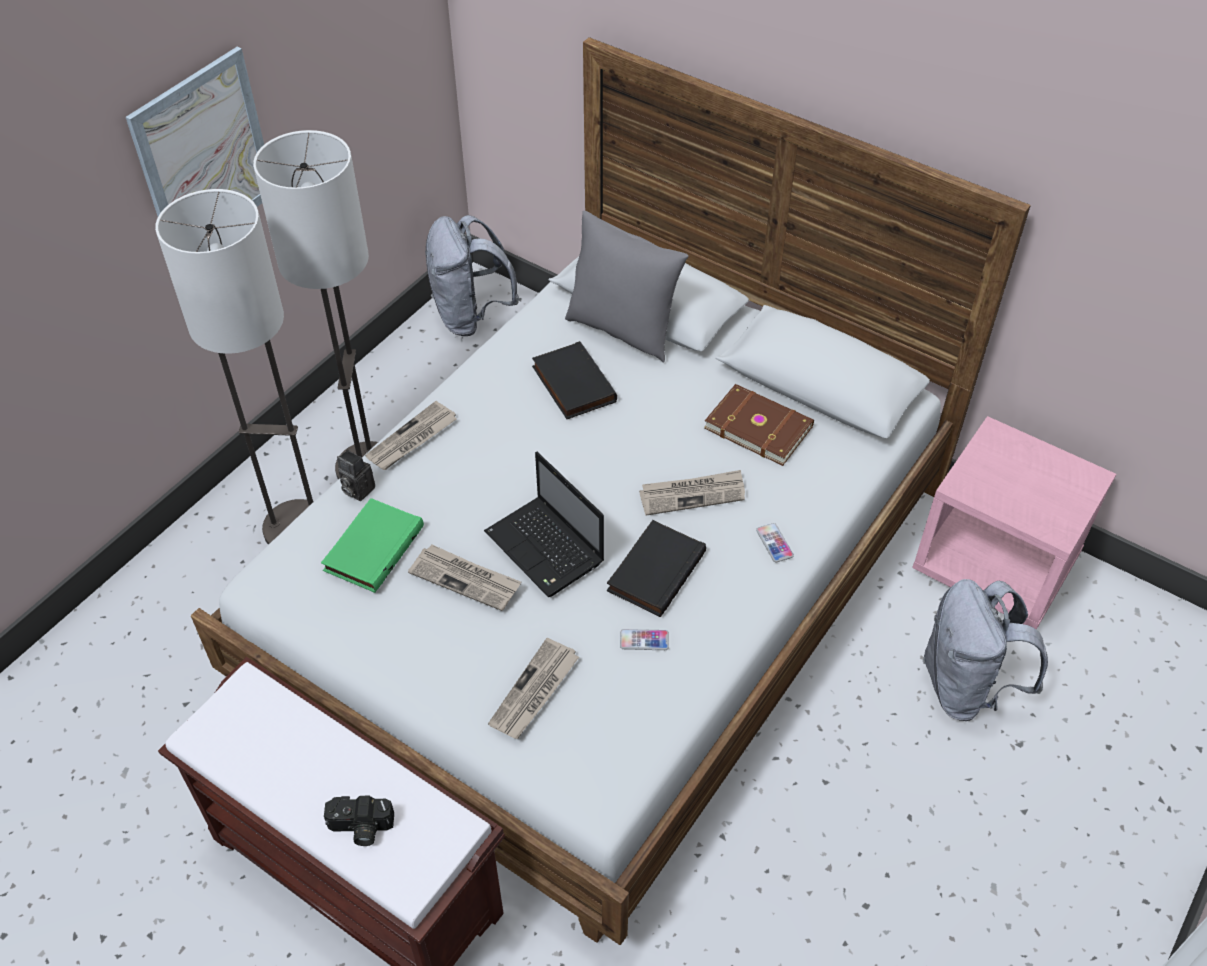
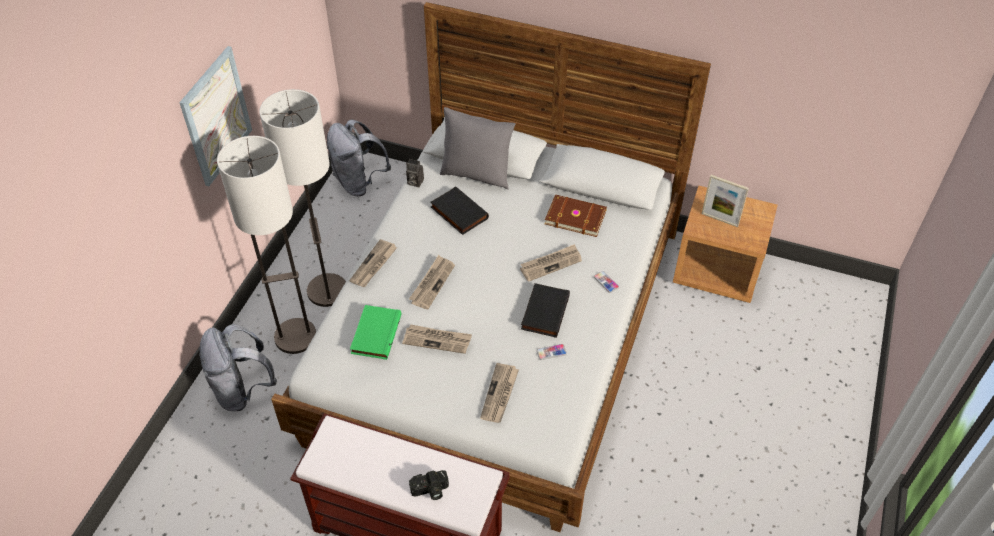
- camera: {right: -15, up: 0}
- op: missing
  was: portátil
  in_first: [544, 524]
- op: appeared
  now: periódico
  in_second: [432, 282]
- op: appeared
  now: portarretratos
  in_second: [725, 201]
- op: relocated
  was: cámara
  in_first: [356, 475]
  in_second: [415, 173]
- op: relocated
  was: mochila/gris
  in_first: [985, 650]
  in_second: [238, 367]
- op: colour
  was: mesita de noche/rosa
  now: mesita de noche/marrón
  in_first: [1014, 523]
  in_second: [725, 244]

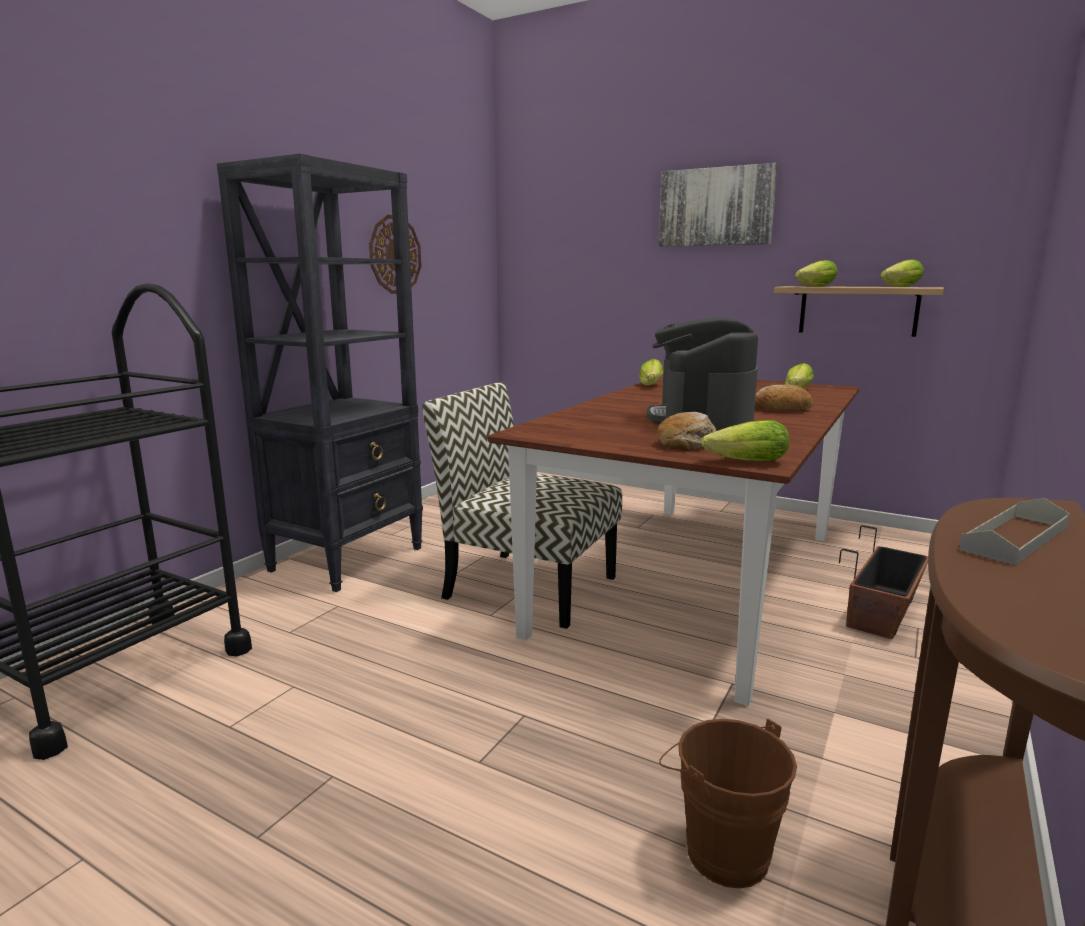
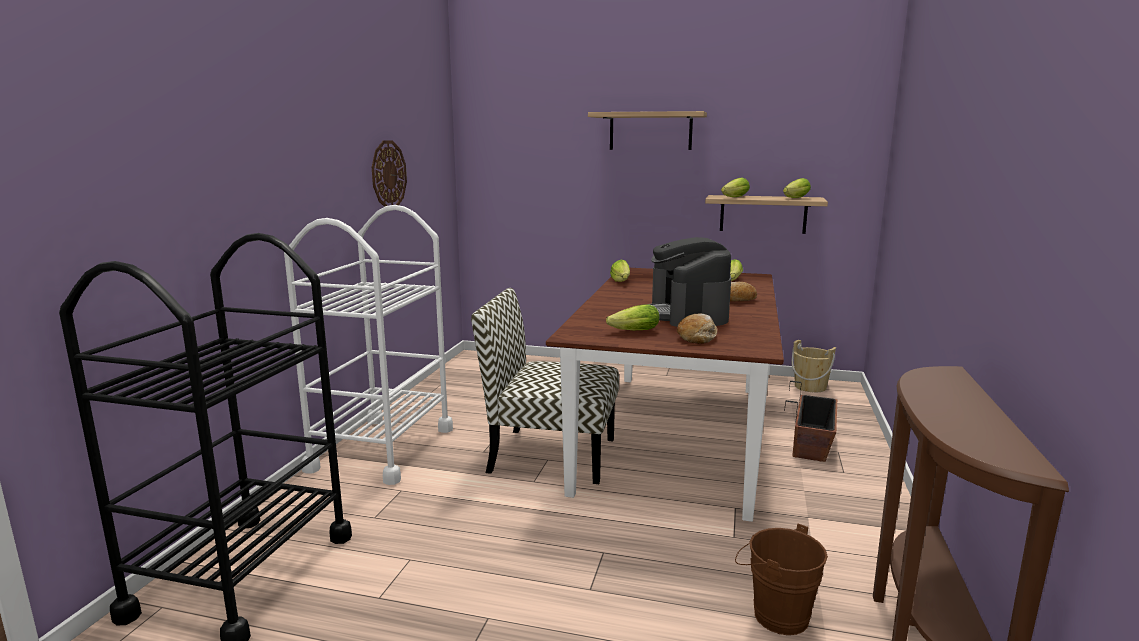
- camera: {right: -15, up: 0}
- op: missing
  was: bandeja/gris
  in_first: [1014, 531]
- op: appeared
  now: cubo/beis
  in_second: [813, 366]
- op: relocated
  was: lechuga
  in_first: [745, 440]
  in_second: [632, 317]
- op: exchanged
  was: estantería/negro
  now: carrito/blanco
  in_first: [320, 372]
  in_second: [368, 345]
- op: exchanged
  was: cuadro
  now: estante
  in_first: [718, 205]
  in_second: [647, 130]

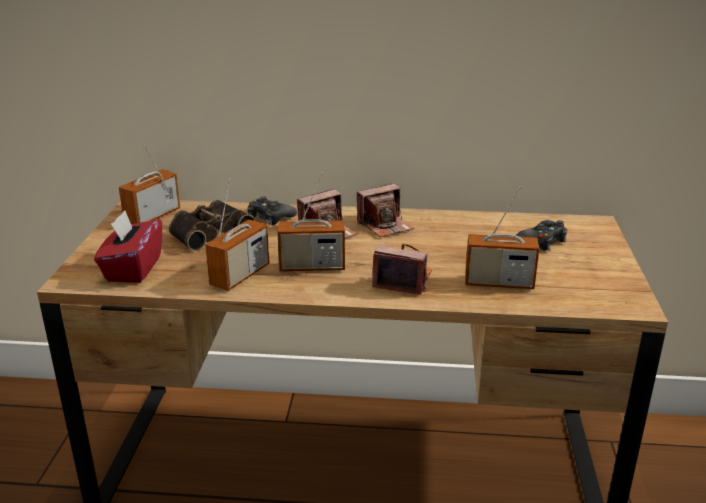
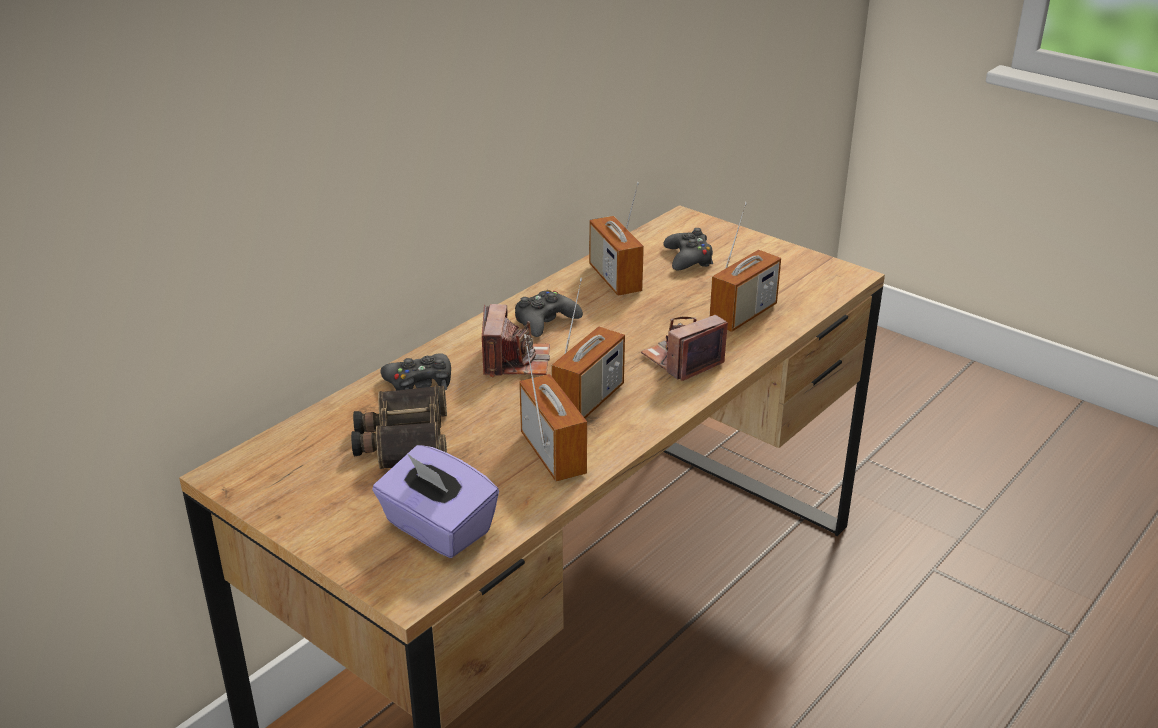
- camera: {right: -55, up: 5}
- op: relocated
  was: radio
  in_first: [149, 183]
  in_second: [616, 239]
- op: exchanged
  was: cámara
  now: mando de consola/negro
  in_first: [385, 210]
  in_second: [549, 313]
- op: colour
  was: caja de pañuelos/rojo
  now: caja de pañuelos/morado
  in_first: [128, 246]
  in_second: [435, 501]

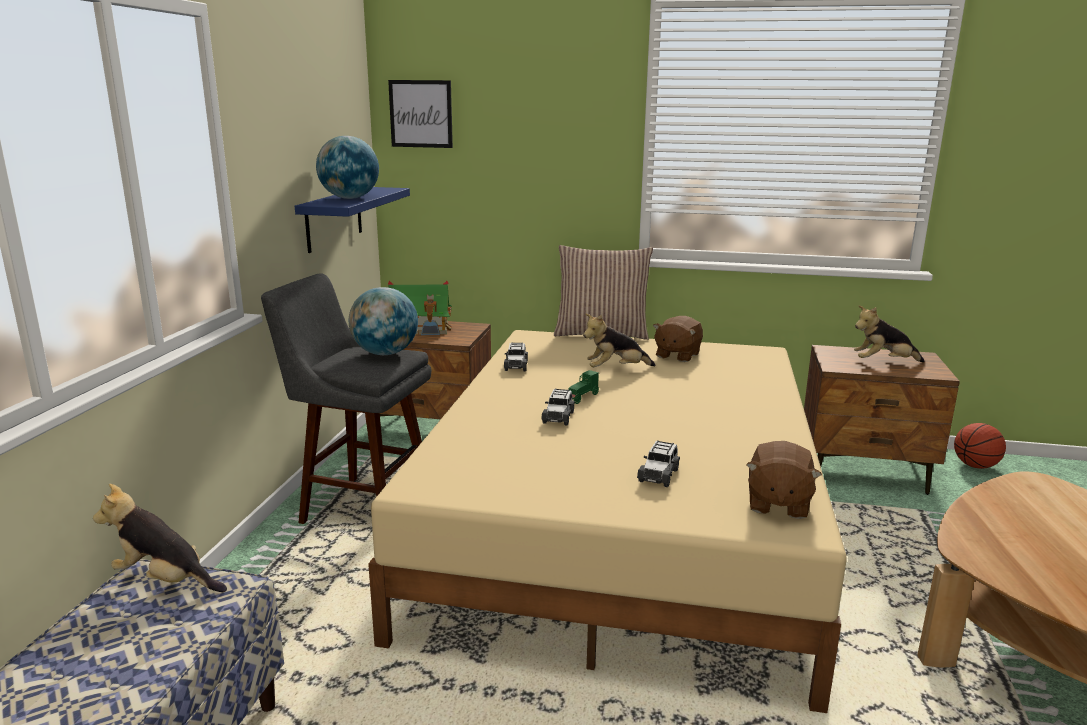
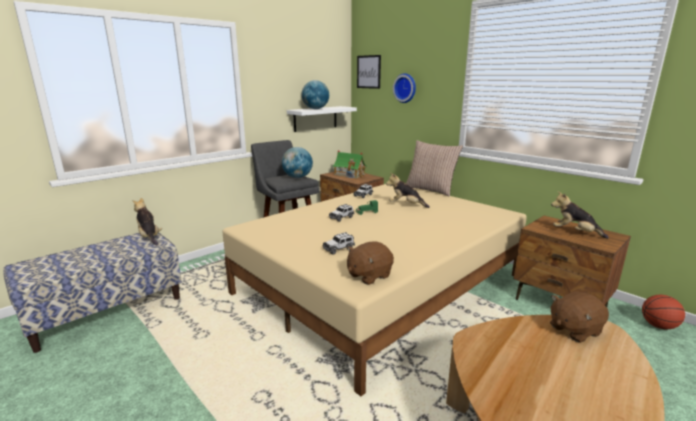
- camera: {right: 35, up: 0}
- op: appeared
  now: reloj de pared
  in_second: [404, 88]
- op: relocated
  was: peluche/marrón
  in_first: [678, 339]
  in_second: [579, 317]
- op: colour
  was: estante/azul
  now: estante/blanco
  in_first: [352, 220]
  in_second: [322, 119]

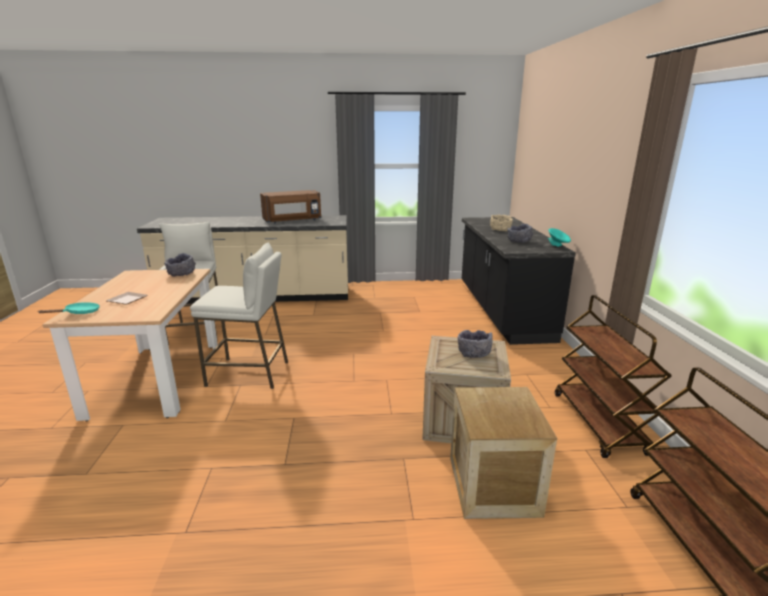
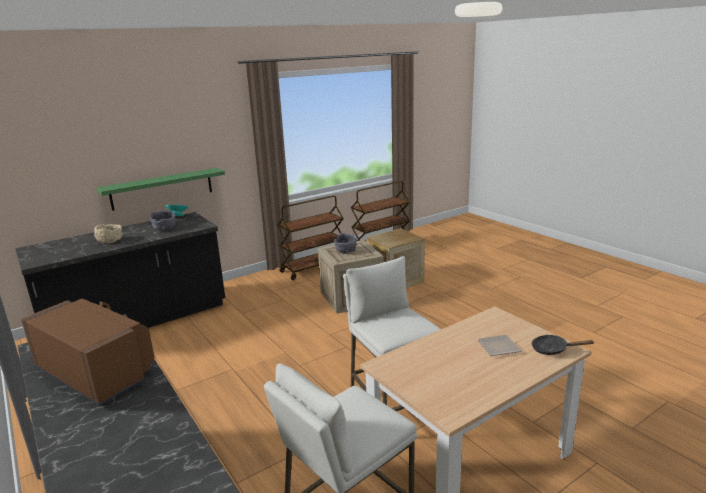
- camera: {right: -120, up: 0}
- op: missing
  was: cuenco/gris
  in_first: [180, 265]
- op: appeared
  now: estante/verde
  in_second: [161, 189]
- op: colour
  was: sartén/turquesa
  now: sartén/negro
  in_first: [69, 308]
  in_second: [563, 345]

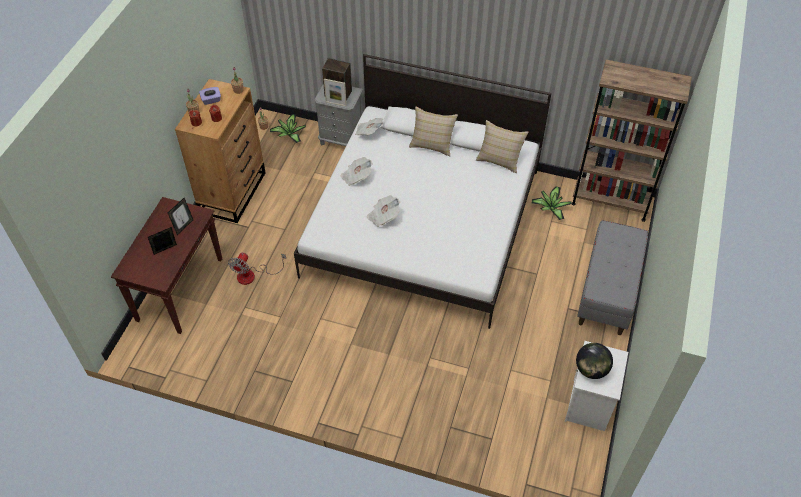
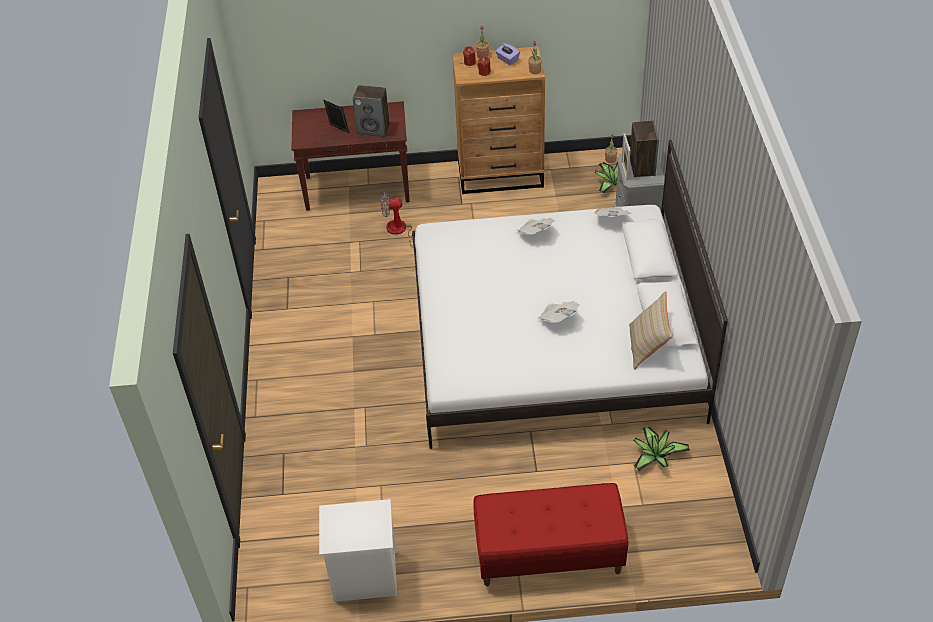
- camera: {right: 70, up: -5}
- op: missing
  was: cojín/beis
  in_first: [433, 131]
- op: missing
  was: estantería/marrón
  in_first: [631, 141]
- op: missing
  was: globo terráqueo
  in_first: [594, 361]
- op: relocated
  was: periódico
  in_first: [383, 211]
  in_second: [559, 312]
- op: exchanged
  was: portarretratos
  now: altavoz
  in_first: [180, 216]
  in_second: [371, 111]
- op: colour
  was: banco/gris
  now: banco/rojo
  in_first: [612, 277]
  in_second: [551, 534]

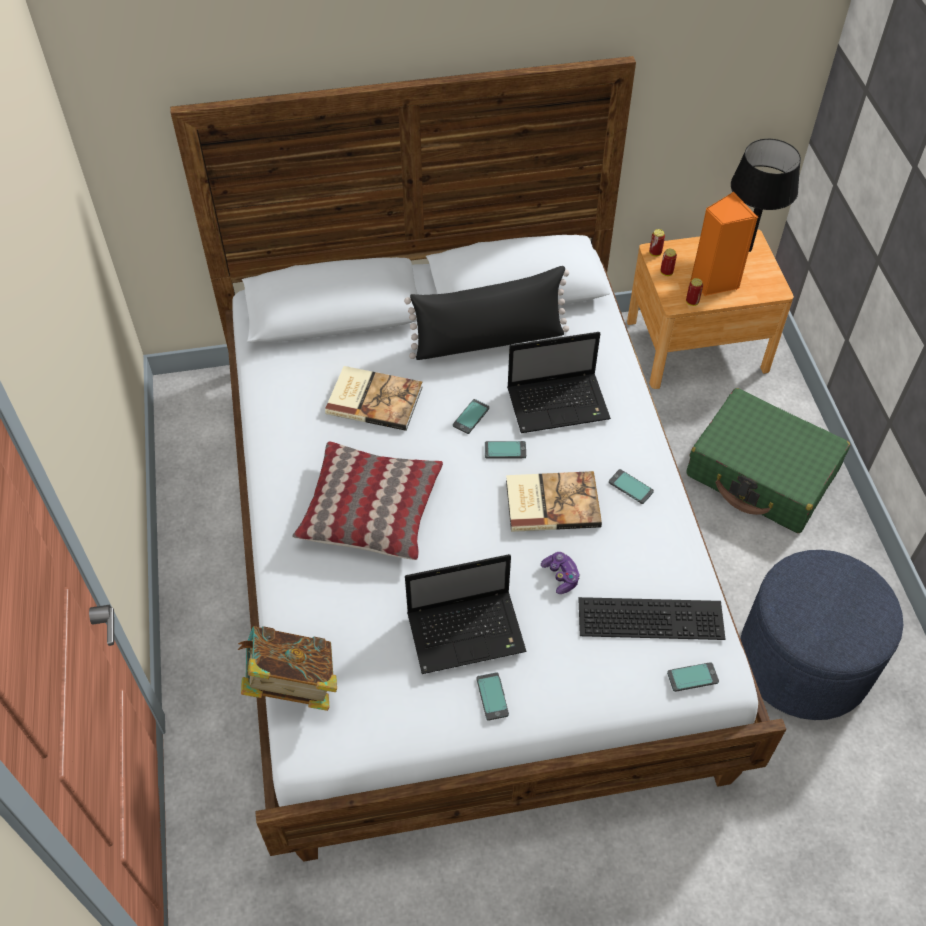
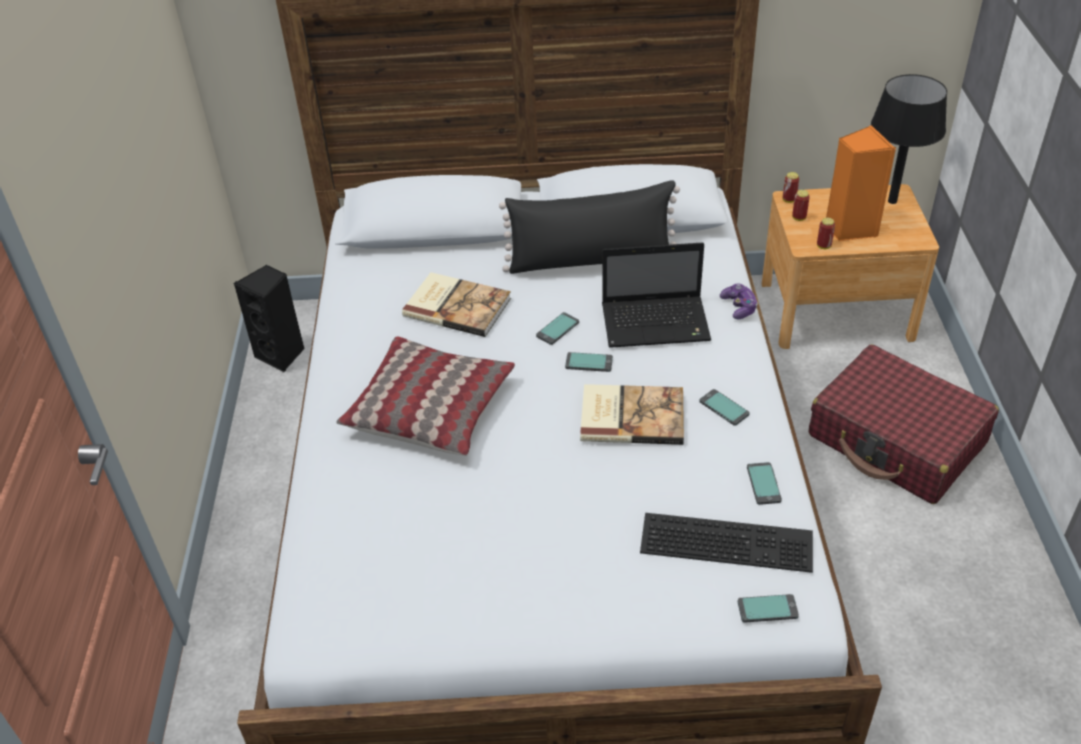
- camera: {right: 10, up: -10}
- op: missing
  was: libro
  in_first: [287, 668]
- op: missing
  was: portátil
  in_first: [466, 614]
- op: missing
  was: puf/azul
  in_first: [821, 635]
- op: appeared
  now: altavoz/negro
  in_second: [269, 318]
- op: relocated
  was: móvil
  in_first: [492, 696]
  in_second: [764, 483]
- op: relocated
  was: mando de consola
  in_first: [560, 573]
  in_second: [739, 301]
- op: colour
  was: maleta/verde
  now: maleta/rojo
  in_first: [768, 460]
  in_second: [904, 424]

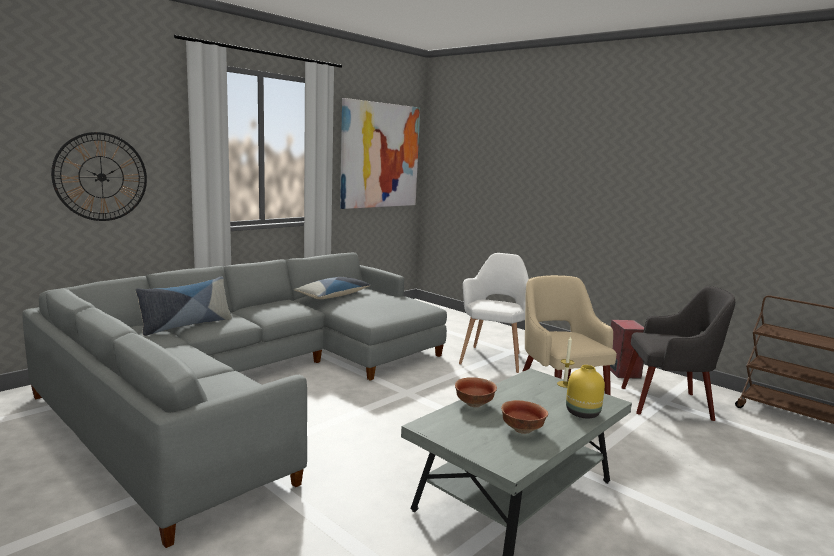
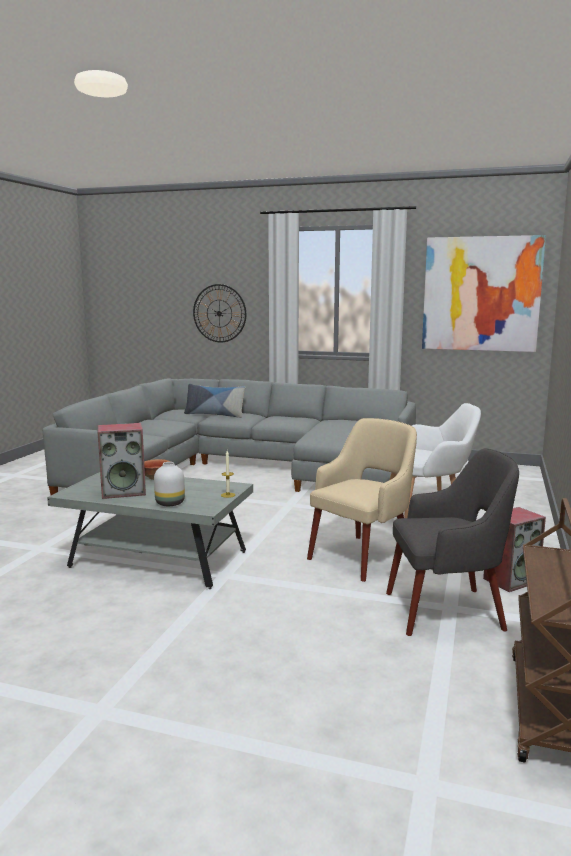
- camera: {right: 65, up: 0}
- op: missing
  was: cojín
  in_first: [332, 288]
- op: exchanged
  was: cuenco
  now: altavoz
  in_first: [524, 417]
  in_second: [122, 461]
- op: colour
  was: florero/amarillo
  now: florero/blanco
  in_first: [585, 391]
  in_second: [169, 484]
- op: spun
  was: sillón/gris
  in_first: [678, 353]
  in_second: [452, 542]
  clockwise: -75

